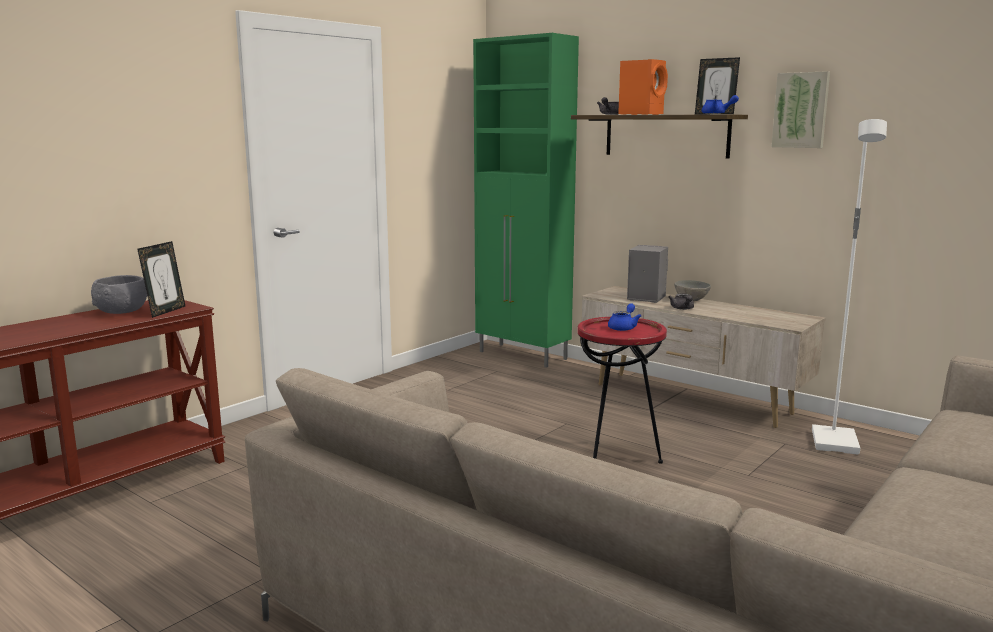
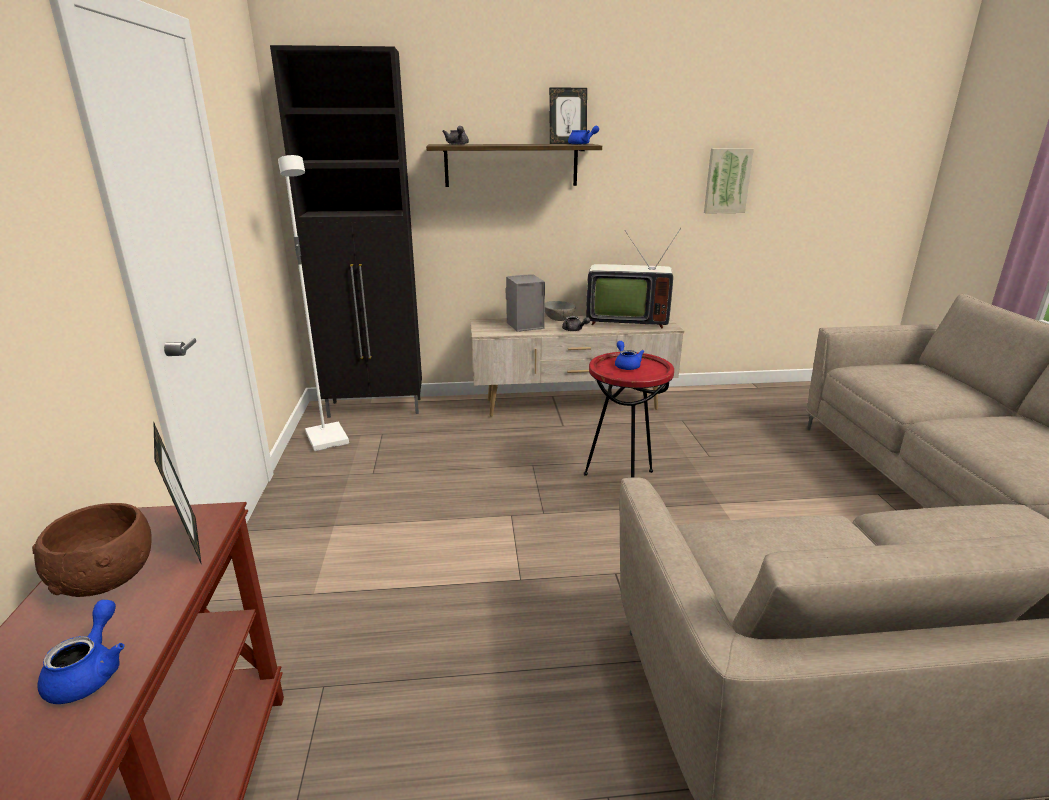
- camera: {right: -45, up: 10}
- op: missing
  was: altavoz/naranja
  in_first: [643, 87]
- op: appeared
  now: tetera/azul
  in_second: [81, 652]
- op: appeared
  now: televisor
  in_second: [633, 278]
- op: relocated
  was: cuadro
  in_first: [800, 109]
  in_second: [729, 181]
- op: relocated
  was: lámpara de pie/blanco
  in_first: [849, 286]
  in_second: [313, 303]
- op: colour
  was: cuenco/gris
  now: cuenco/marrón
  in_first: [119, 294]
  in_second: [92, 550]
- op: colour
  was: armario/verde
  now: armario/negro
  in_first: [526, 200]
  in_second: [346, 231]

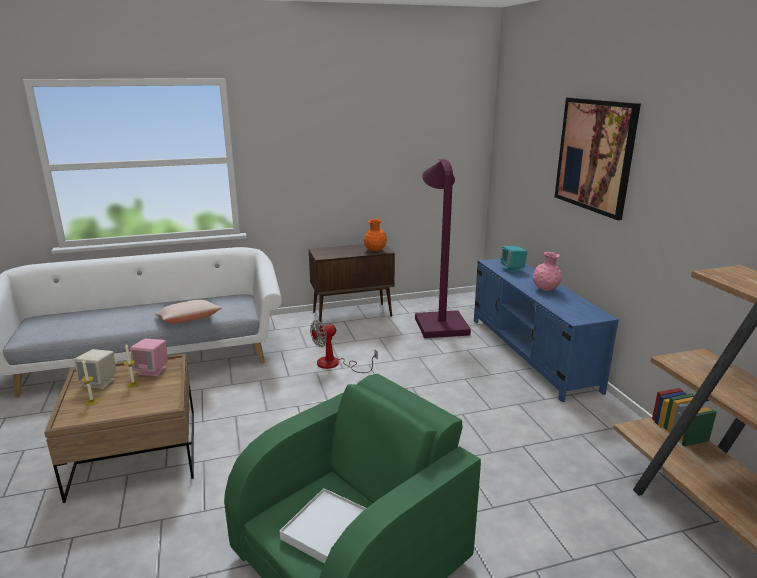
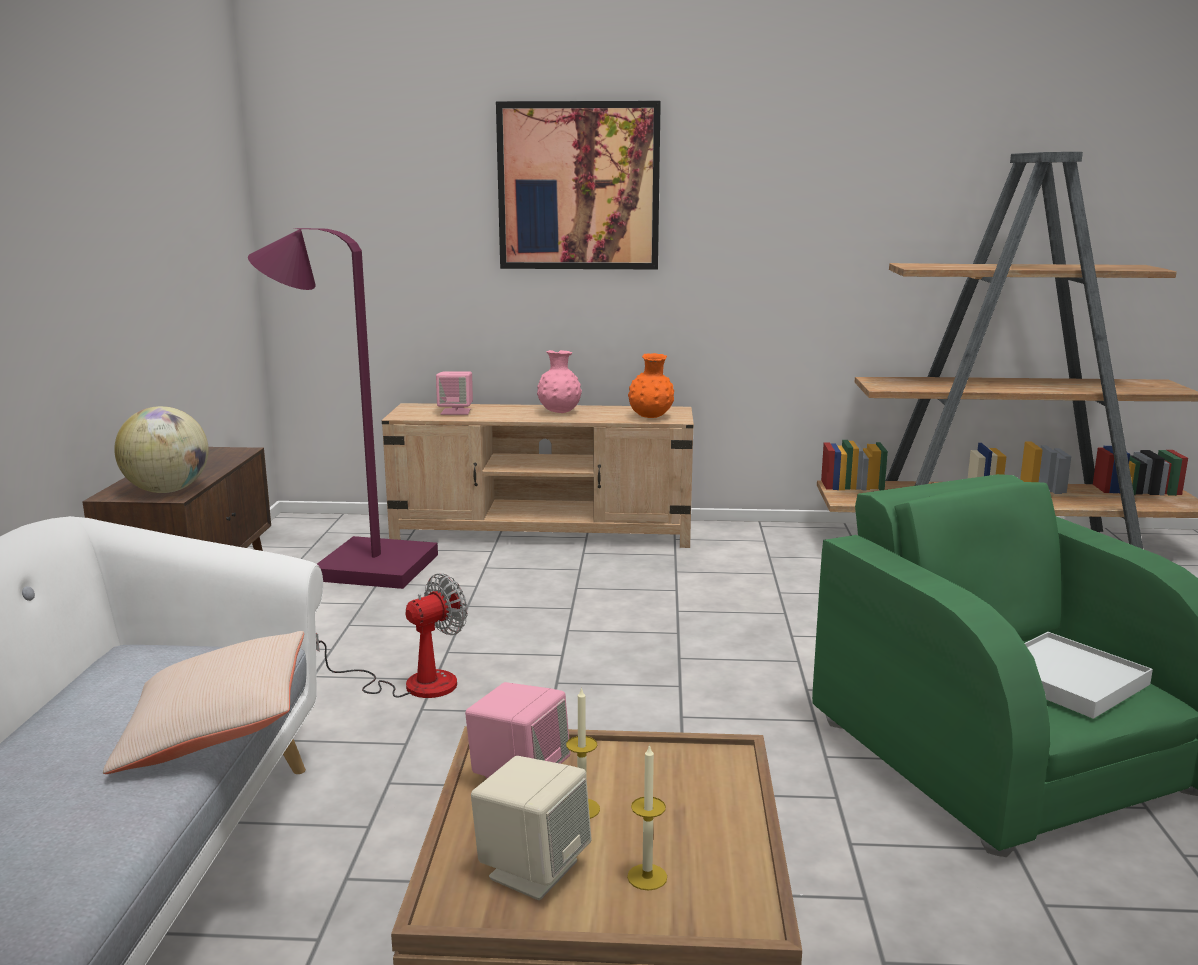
- camera: {right: -70, up: -5}
- op: appeared
  now: globo terráqueo
  in_second: [161, 449]
- op: relocated
  was: florero/naranja
  in_first: [375, 235]
  in_second: [651, 385]
- op: colour
  was: mueble de televisión/azul
  now: mueble de televisión/beis
  in_first: [546, 330]
  in_second: [538, 475]
- op: colour
  was: altavoz/turquesa
  now: altavoz/rosa
  in_first: [513, 259]
  in_second: [454, 393]
- op: spun
  was: ventilador
  in_first: [344, 346]
  in_second: [392, 635]
  clockwise: -120

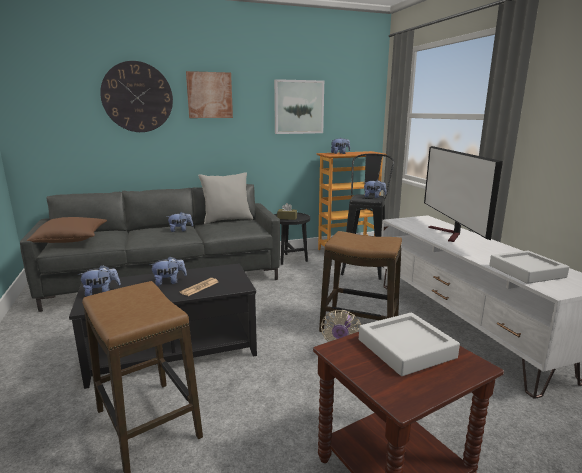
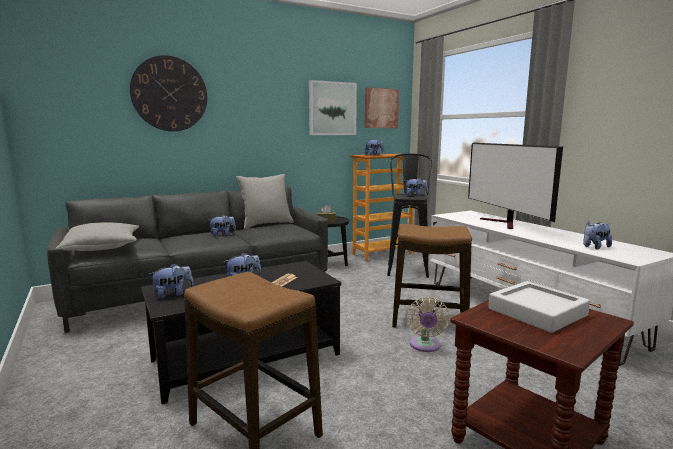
- camera: {right: -10, up: -5}
- op: relocated
  was: cuadro
  in_first: [209, 94]
  in_second: [382, 107]
- op: exchanged
  was: bandeja/gris
  now: peluche
  in_first: [529, 267]
  in_second: [597, 235]
- op: colour
  was: cojín/marrón
  now: cojín/gris
  in_first: [66, 230]
  in_second: [97, 236]

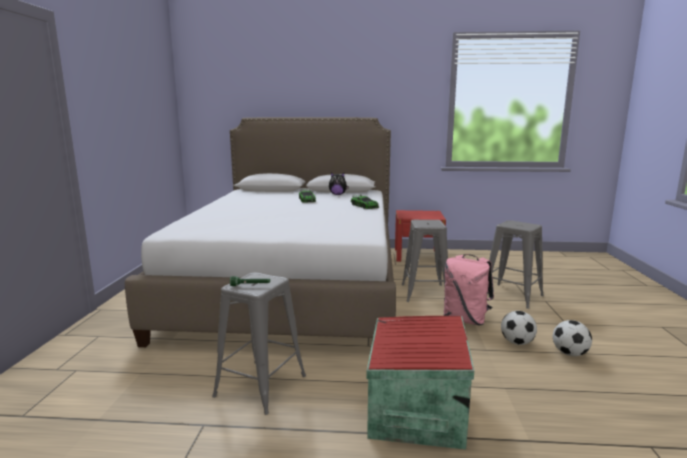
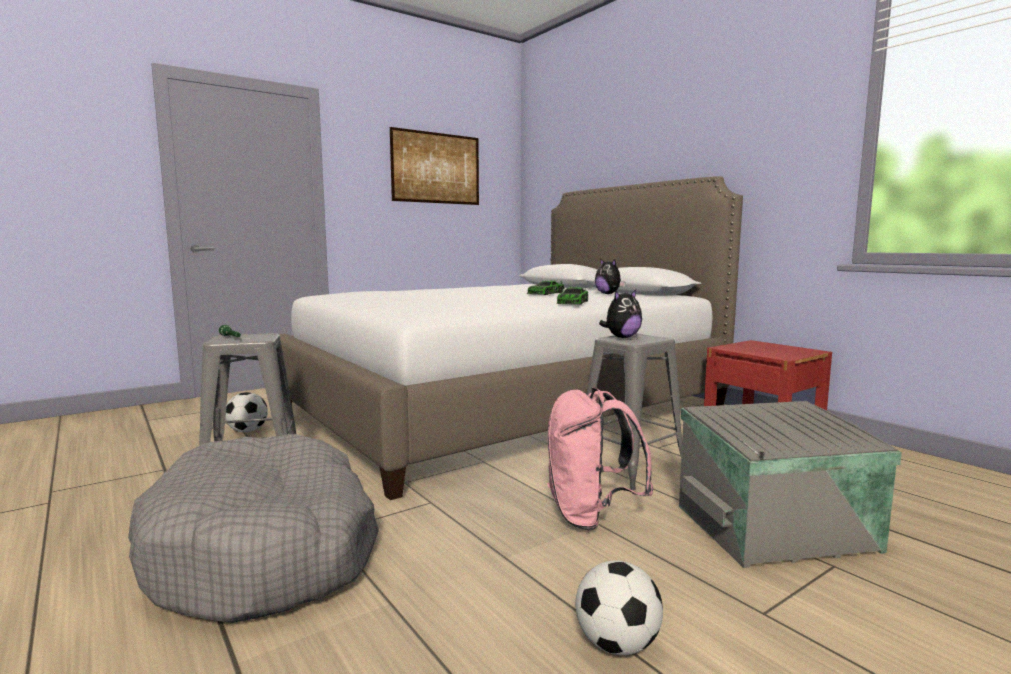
- camera: {right: 50, up: -5}
- op: appeared
  now: cuadro
  in_second: [434, 166]
- op: appeared
  now: peluche
  in_second: [620, 314]
- op: relocated
  was: balón de fútbol
  in_first: [519, 328]
  in_second: [246, 412]
- op: exchanged
  was: caja de almacenaje/rojo
  now: cama para perro/gris
  in_first: [420, 382]
  in_second: [253, 528]
- op: exchanged
  was: taburete/gris
  now: caja de almacenaje/gris
  in_first: [516, 264]
  in_second: [790, 484]

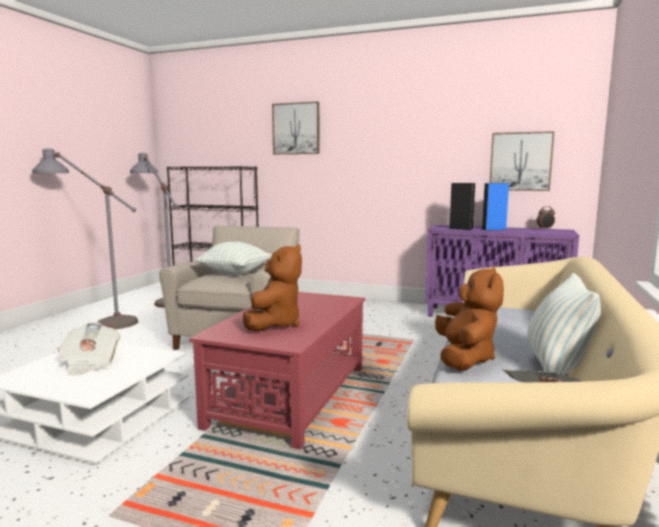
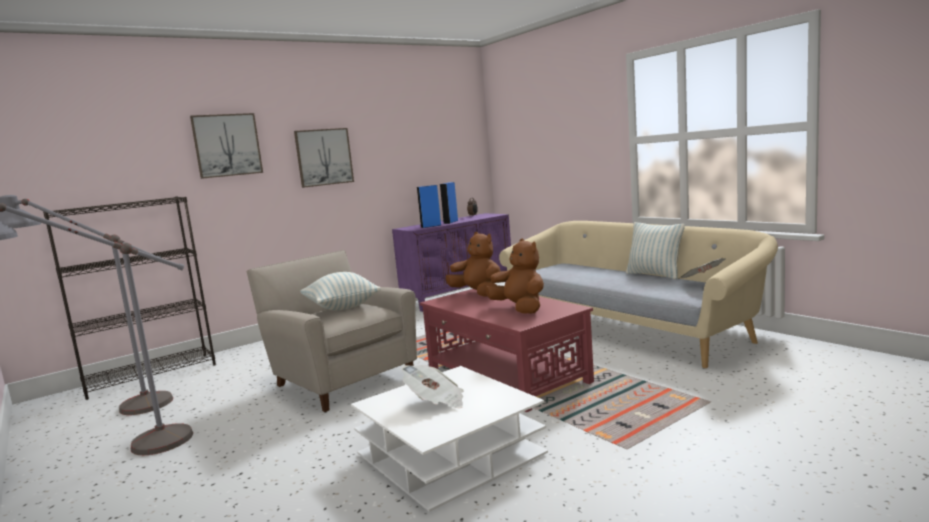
- camera: {right: -55, up: 0}
- op: relocated
  was: peluche/marrón
  in_first: [469, 318]
  in_second: [473, 264]
- op: relocated
  was: cuadro
  in_first: [522, 161]
  in_second: [324, 158]
- op: colour
  was: altavoz/negro
  now: altavoz/azul
  in_first: [462, 206]
  in_second: [429, 206]

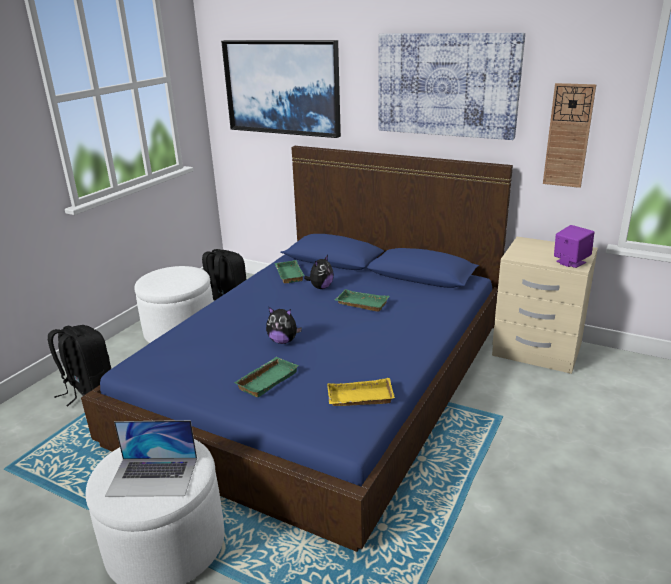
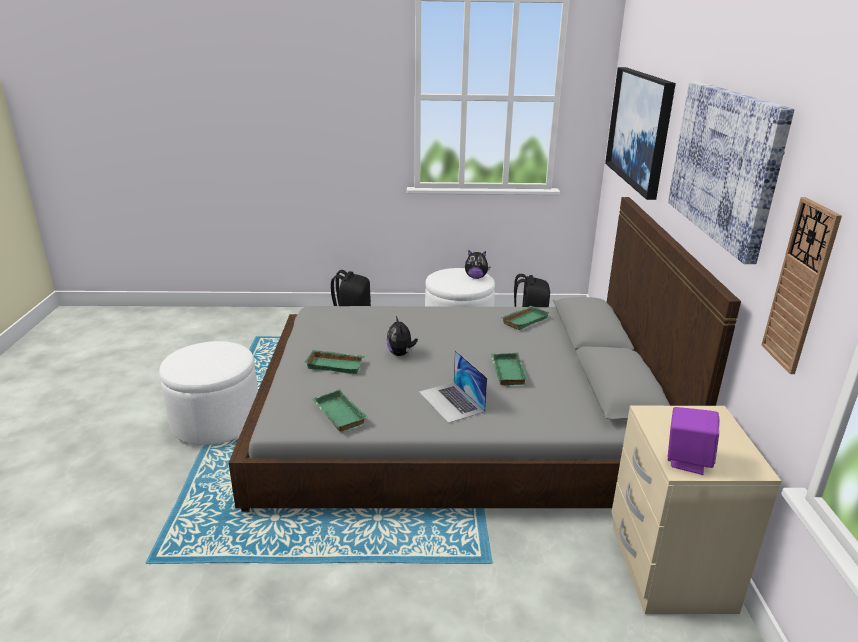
- camera: {right: 60, up: 0}
- op: relocated
  was: portátil
  in_first: [151, 458]
  in_second: [453, 386]
- op: relocated
  was: peluche
  in_first: [319, 272]
  in_second: [477, 264]
- op: colour
  was: cama/azul
  now: cama/gris
  in_first: [297, 349]
  in_second: [485, 354]
- op: colour
  was: bandeja/amarillo
  now: bandeja/verde
  in_first: [361, 392]
  in_second: [340, 410]

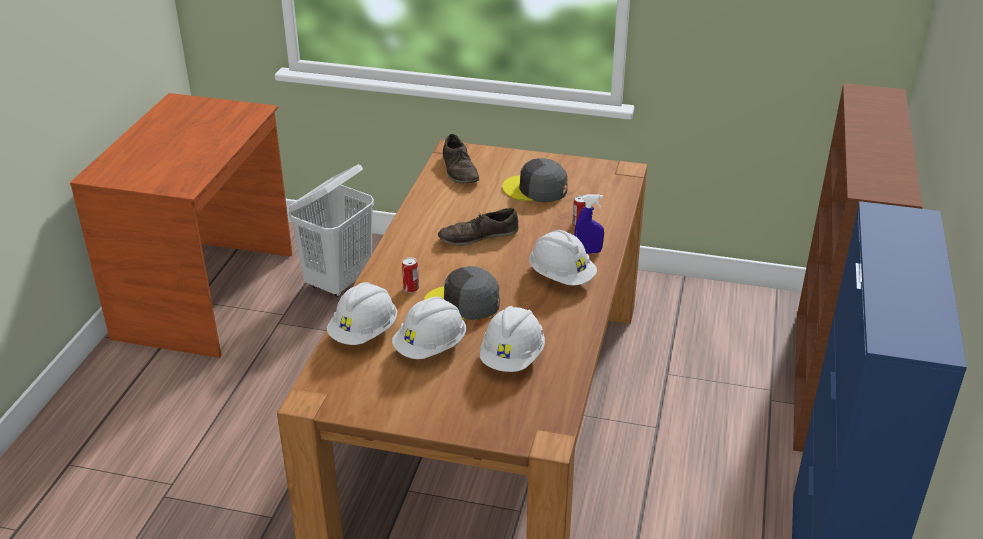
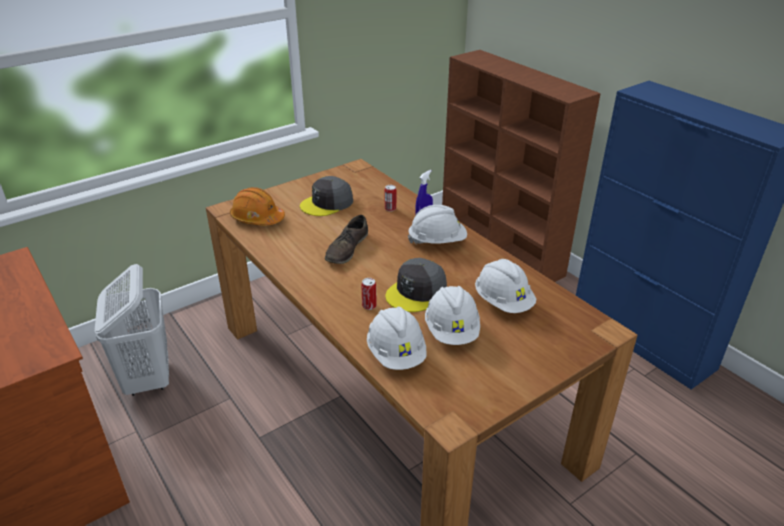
- camera: {right: -50, up: 0}
- op: exchanged
  was: zapato/marrón
  now: casco/naranja
  in_first: [461, 158]
  in_second: [257, 206]

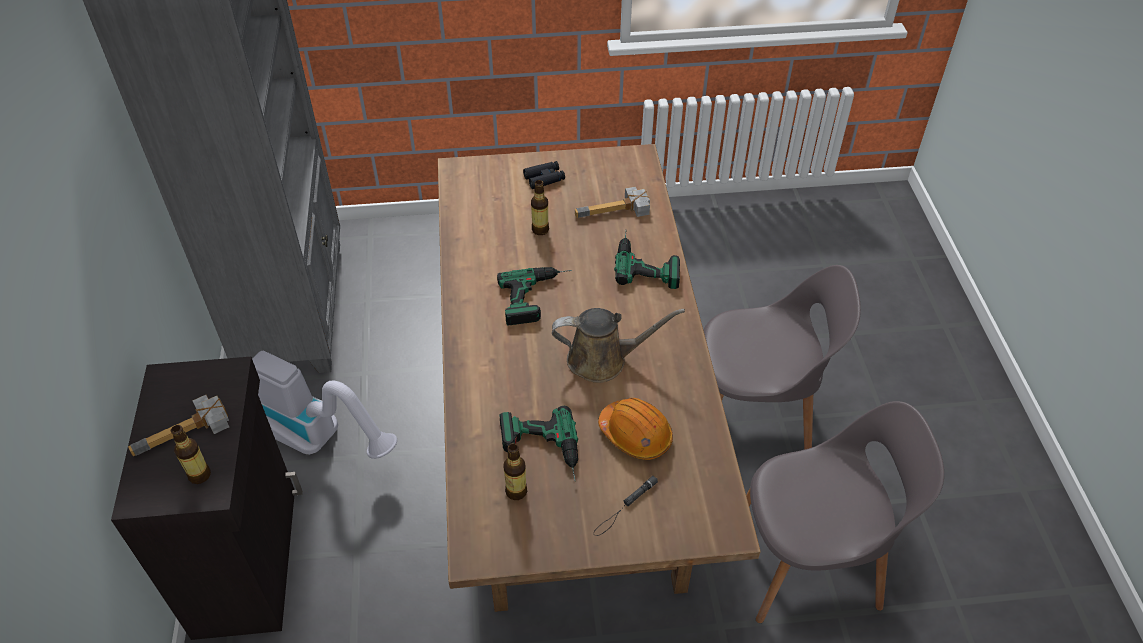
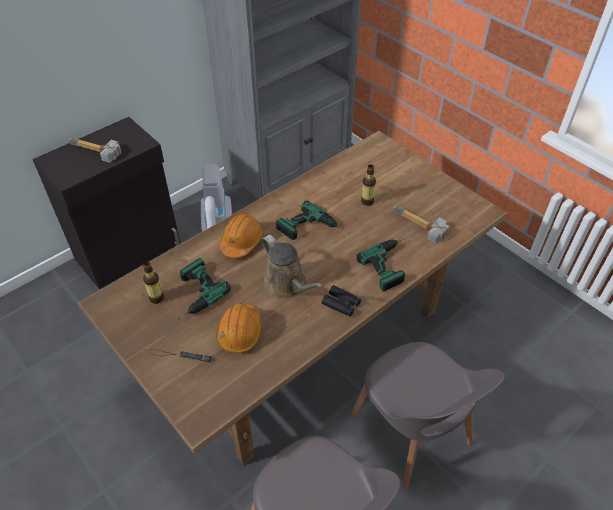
- camera: {right: 55, up: 0}
- op: missing
  was: botella
  in_first: [191, 454]
- op: appeared
  now: casco/naranja
  in_second: [241, 236]
- op: relocated
  was: prismáticos/negro
  in_first: [544, 175]
  in_second: [341, 300]

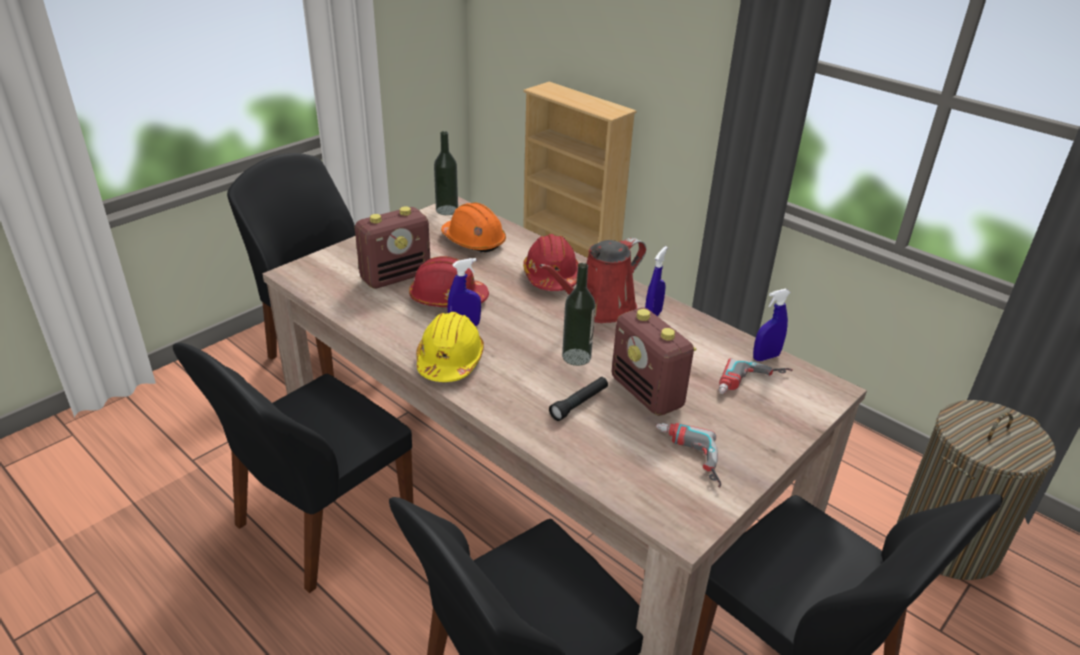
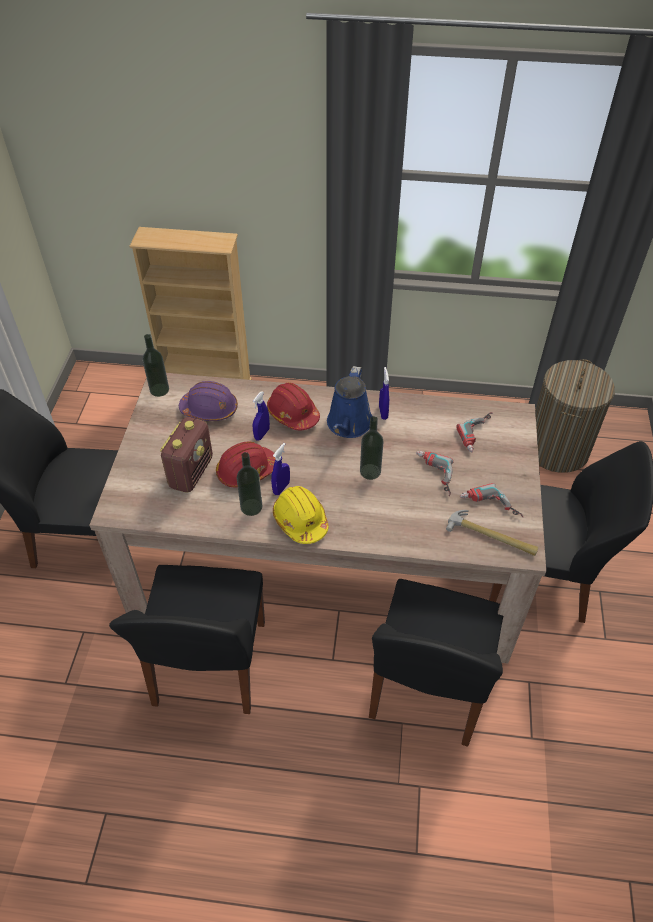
- camera: {right: -35, up: 15}
- op: missing
  was: linterna/negro
  in_first: [578, 399]
- op: appeared
  now: botella
  in_second: [249, 484]
- op: appeared
  now: martillo
  in_second: [492, 533]
- op: relocated
  was: pulverizador/azul
  in_first: [772, 325]
  in_second: [261, 416]
- op: exchanged
  was: radio
  now: taladro
  in_first: [654, 361]
  in_second: [434, 473]
- op: colour
  was: casco/naranja
  now: casco/morado
  in_first: [473, 227]
  in_second: [208, 401]
- op: colour
  was: regadera/rojo
  now: regadera/azul
  in_first: [592, 280]
  in_second: [349, 402]

